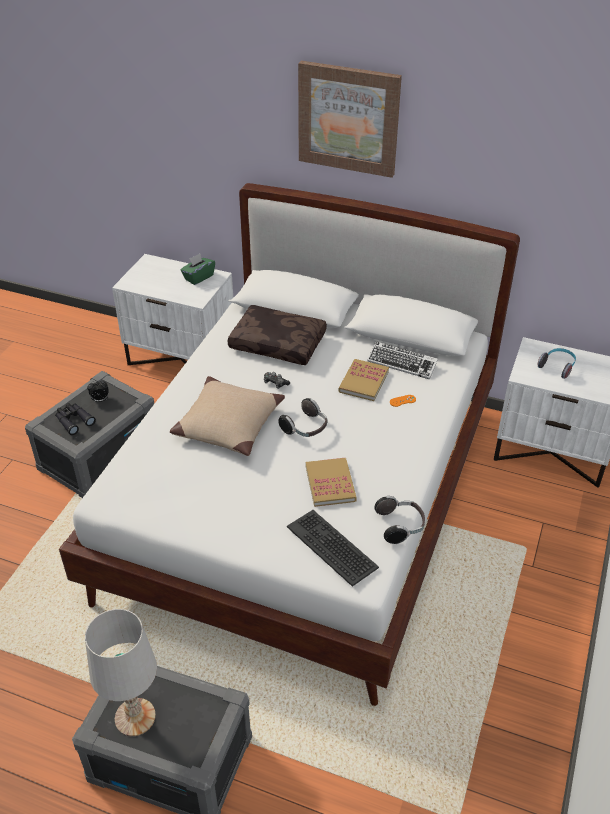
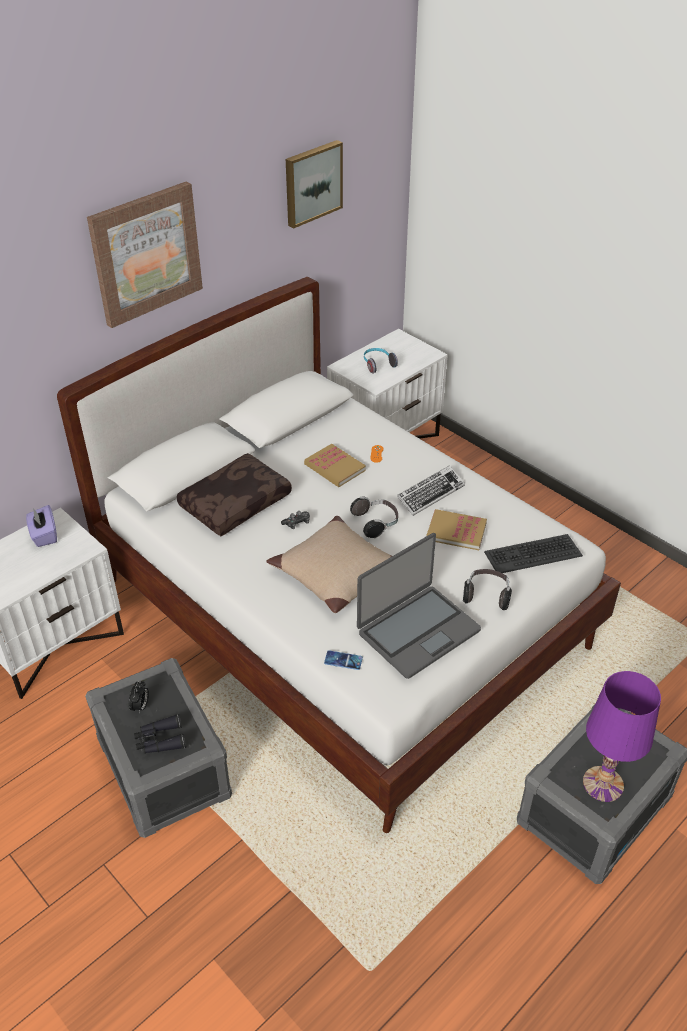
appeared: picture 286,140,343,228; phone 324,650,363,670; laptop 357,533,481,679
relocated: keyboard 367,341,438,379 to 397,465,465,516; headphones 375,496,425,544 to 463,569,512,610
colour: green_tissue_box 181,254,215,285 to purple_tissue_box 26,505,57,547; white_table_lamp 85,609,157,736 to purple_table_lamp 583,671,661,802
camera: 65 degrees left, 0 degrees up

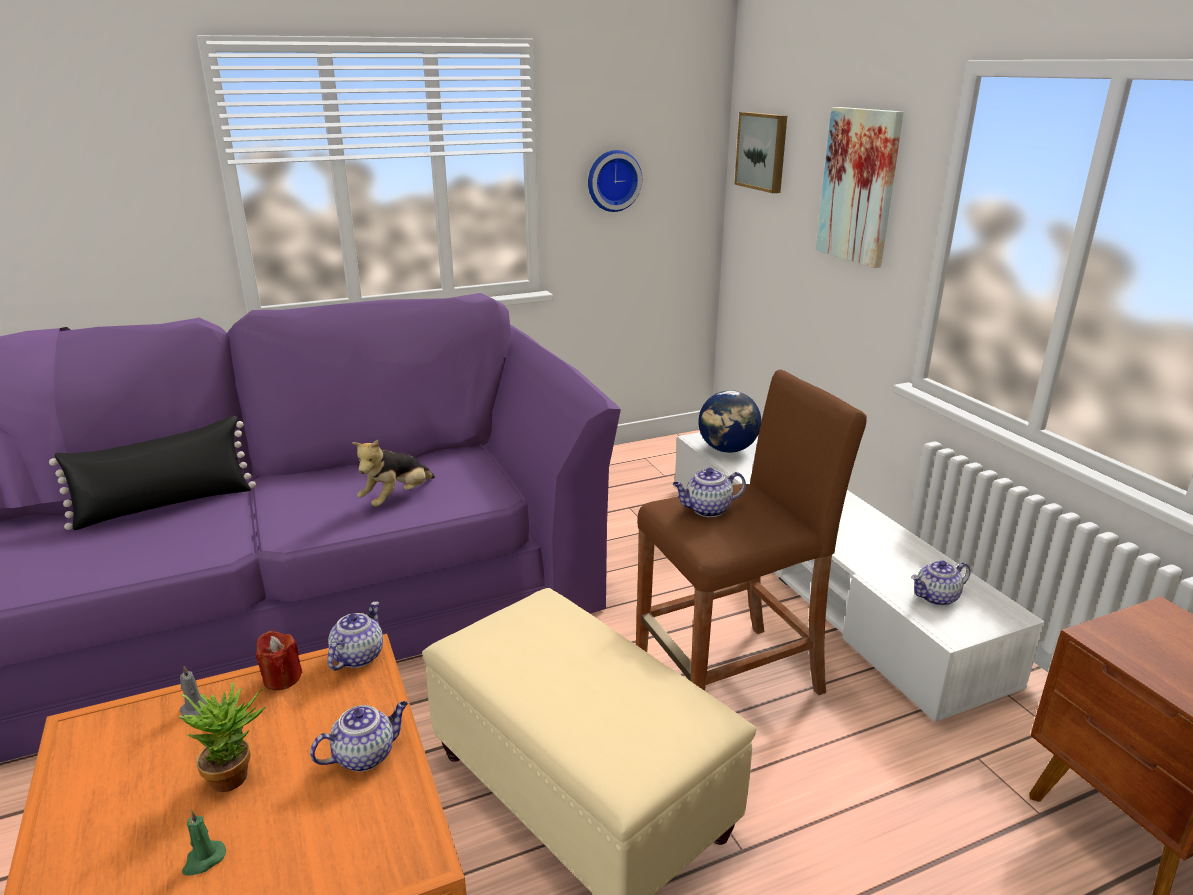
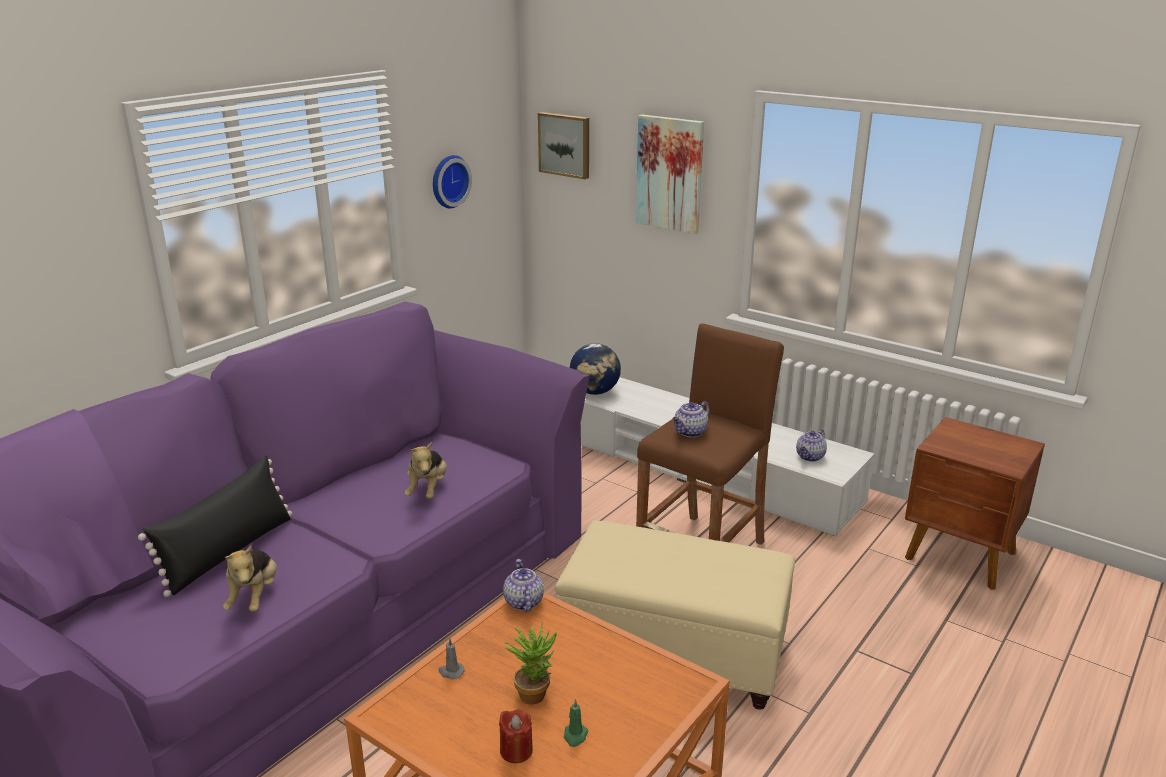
missing: teapot 310,701,408,772
appeared: plush_toy 223,545,277,612
relocated: red_candle 255,631,302,690 to 499,709,533,763
camera: 30 degrees left, 0 degrees up

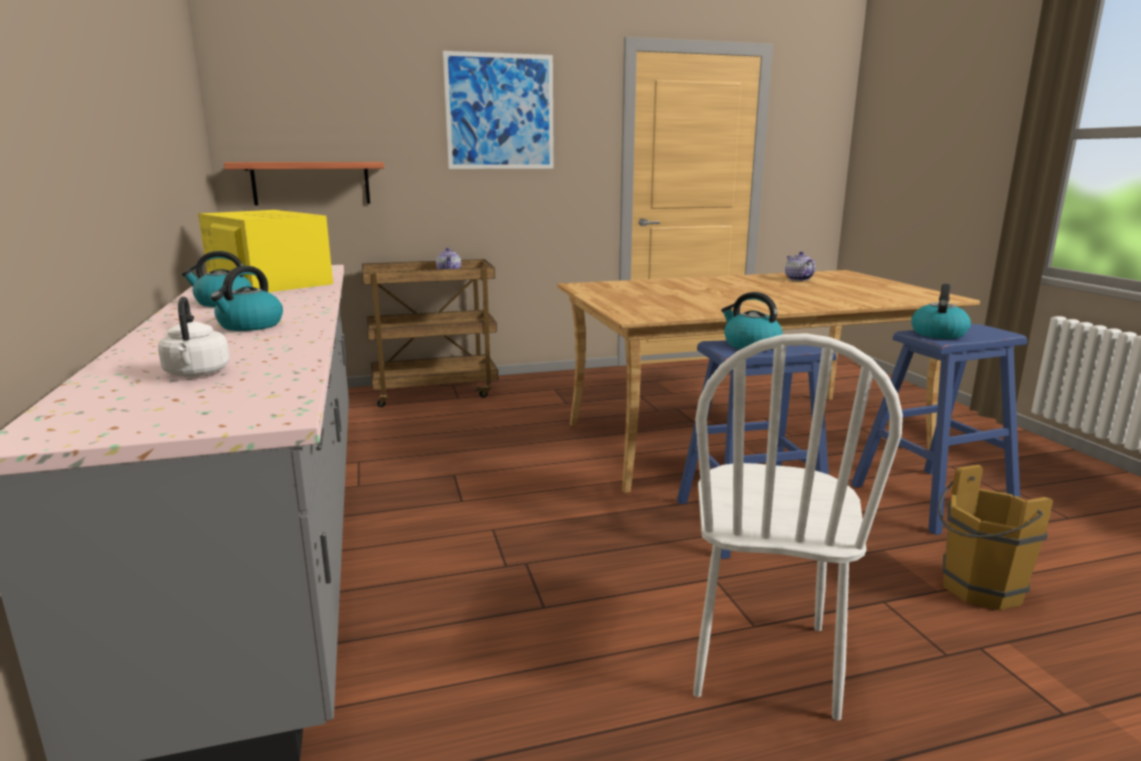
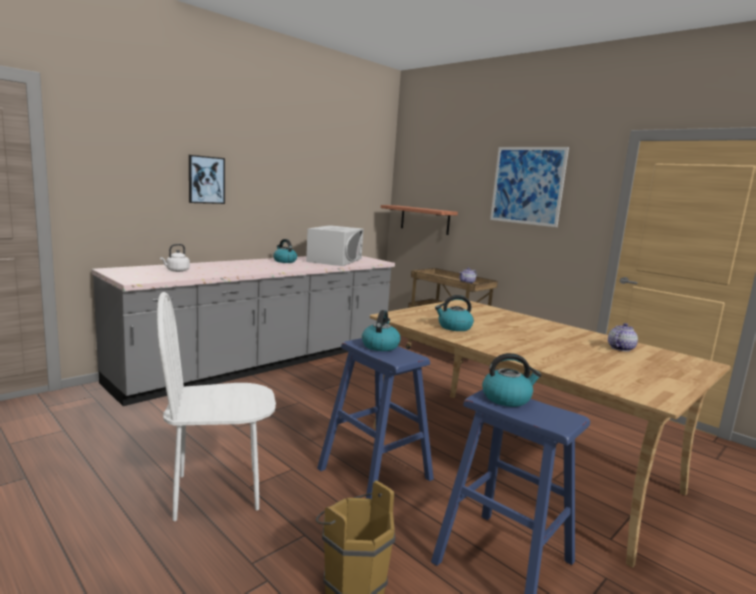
appeared: picture 189,155,225,204
relocated: kettle 210,266,283,331 to 435,295,474,331
colour: yellow_microwave 198,210,333,292 to white_microwave 306,225,364,266
camera: 60 degrees right, 5 degrees down

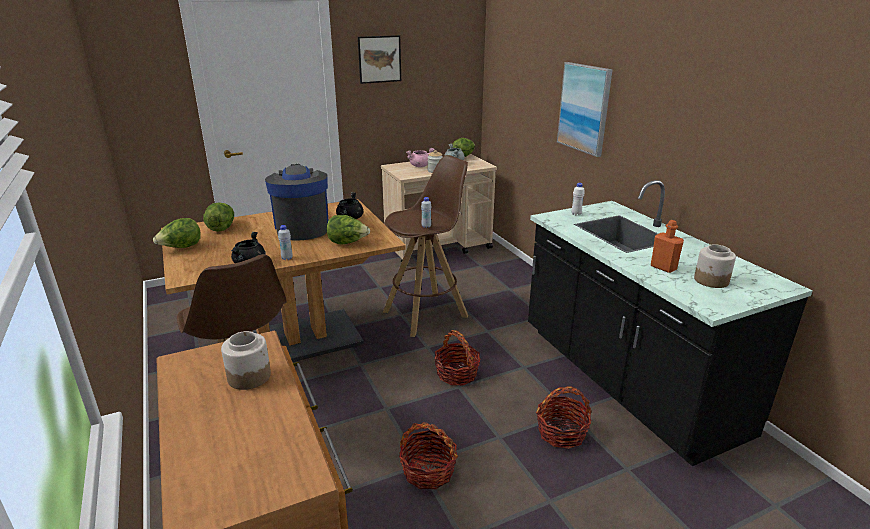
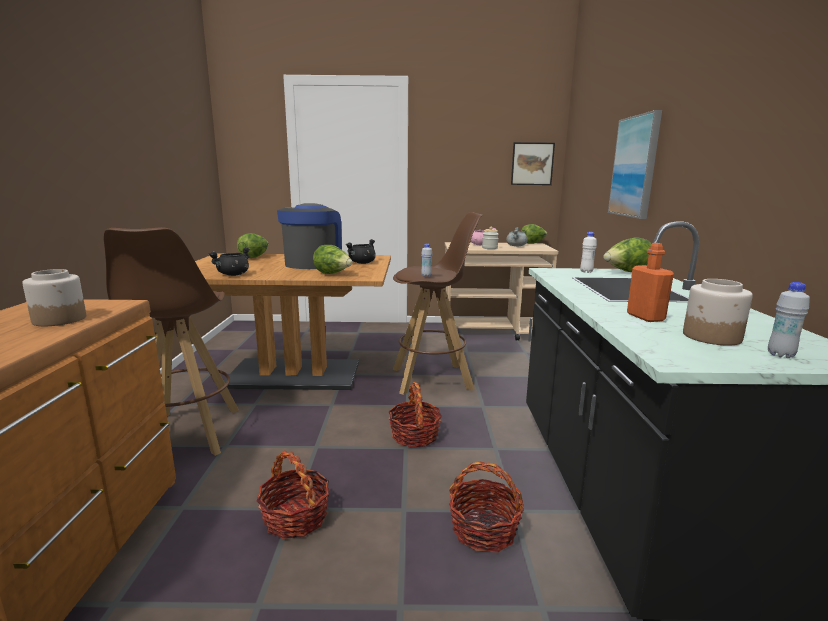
relocated: picture 358,35,401,84 to 511,142,555,185; lettuce 153,218,201,248 to 603,237,651,272; white_bottle 278,225,293,260 to 768,282,810,358
camera: 25 degrees right, 10 degrees down

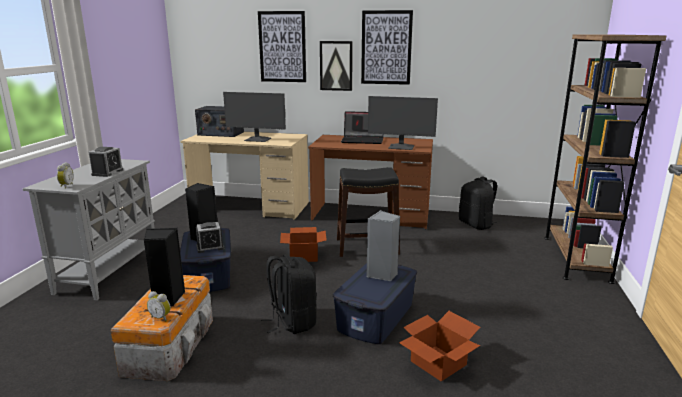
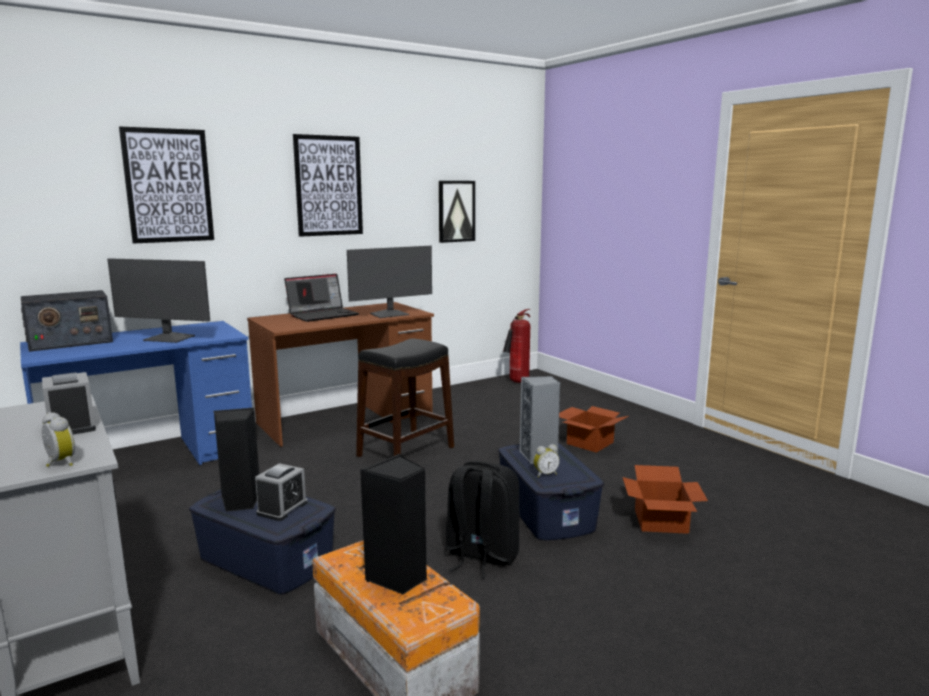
missing: black_backpack 459,176,497,230; brown_bookcase 544,35,666,284
appeared: fire_extinguisher 503,309,530,383
relocated: picture 320,41,353,91 to 439,181,475,243; alarm_clock 147,291,171,322 to 534,444,560,478; cardboard_box 280,227,327,262 to 559,406,628,453
colour: beige_desk 181,132,309,220 to blue_desk 20,321,252,465
spun: monitor 223,92,286,142 = 107,258,210,343 45 degrees clockwise
camera: 45 degrees left, 5 degrees down

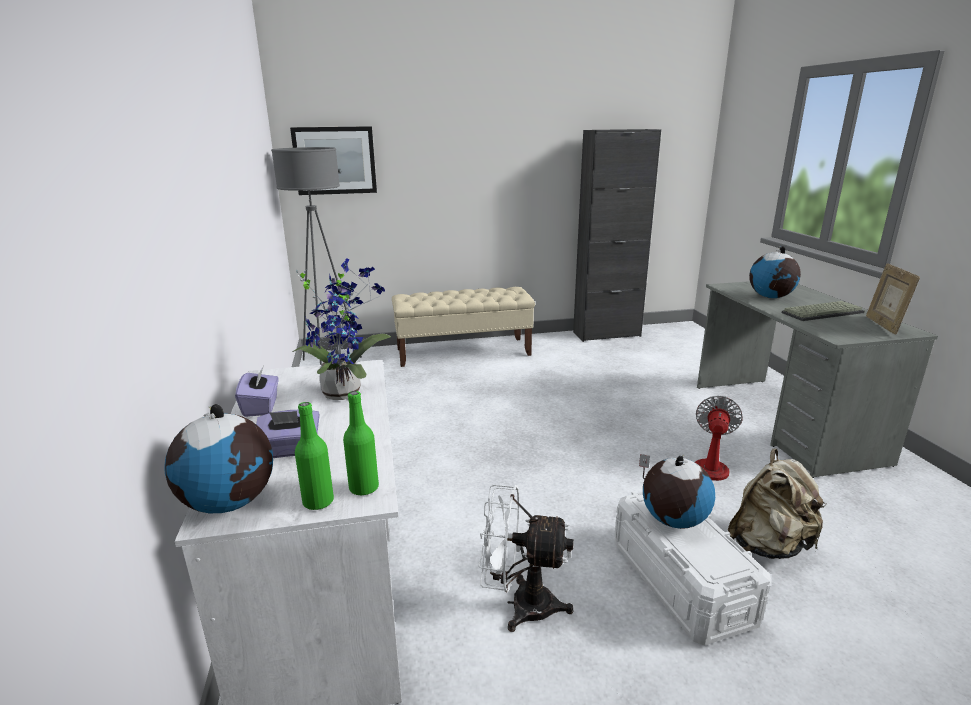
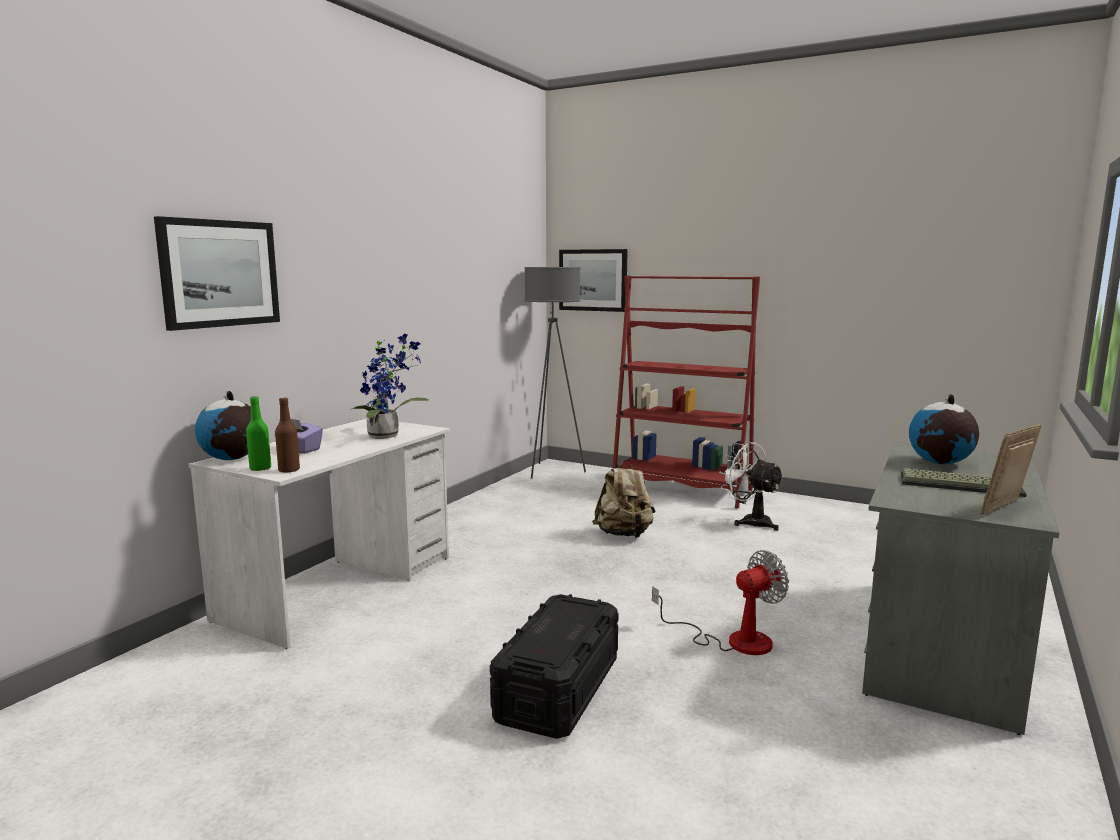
missing: purple_tissue_box 235,366,279,417; black_cabinet 573,129,661,342; globe 643,456,715,529
appeared: picture 154,216,280,331
relocated: beige_backpack 728,449,827,559 to 592,459,656,538; white_fan 478,485,574,632 to 719,441,784,531
exchanged: beige_bench 392,287,535,367 to red_bookcase 613,275,760,509
colour: green_bottle 343,391,379,496 to brown_bottle 275,397,300,473; white_storage_box 614,492,771,646 to black_storage_box 490,594,619,739
camera: 40 degrees right, 10 degrees down

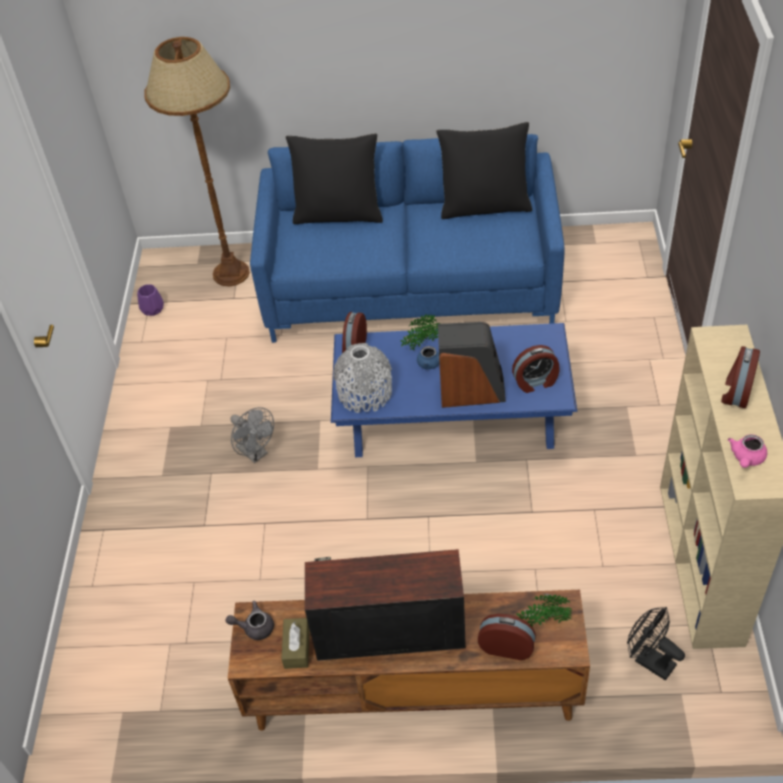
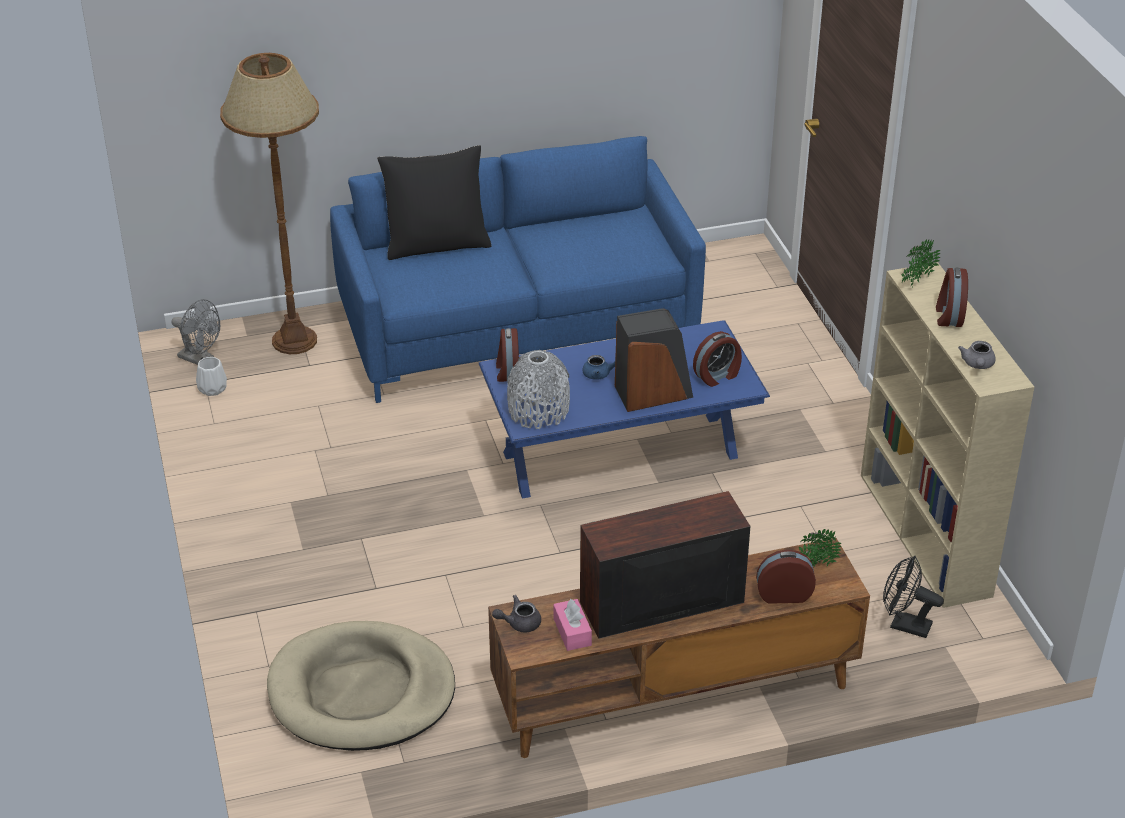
missing: black_pillow 436,122,532,219
appeared: beige_dog_bed 267,621,455,751
relocated: grey_fan 230,407,274,463 to 171,299,220,365; potted_plant 400,314,441,351 to 901,239,941,288
colour: purple_vase 137,284,164,316 to white_vase 196,357,227,396; brown_tissue_box 281,618,309,669 to pink_tissue_box 553,598,592,651; pink_teapot 728,434,767,468 to grey_teapot 958,341,996,369
camera: 20 degrees left, 10 degrees down

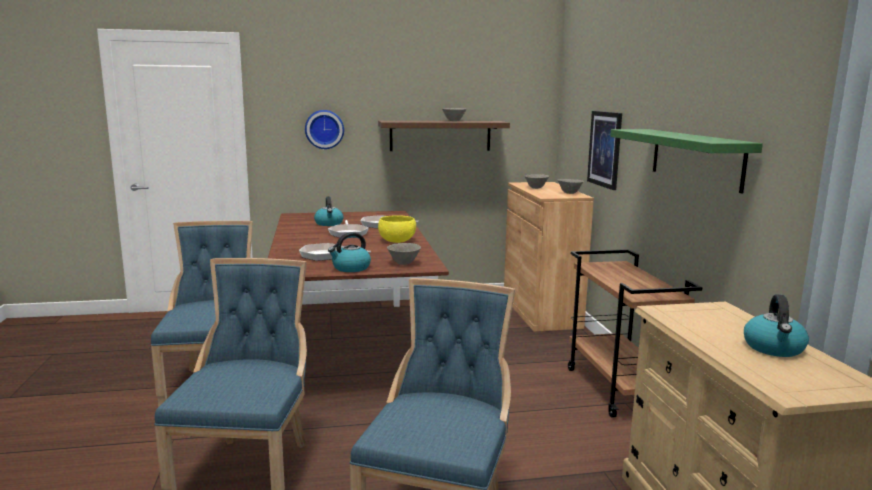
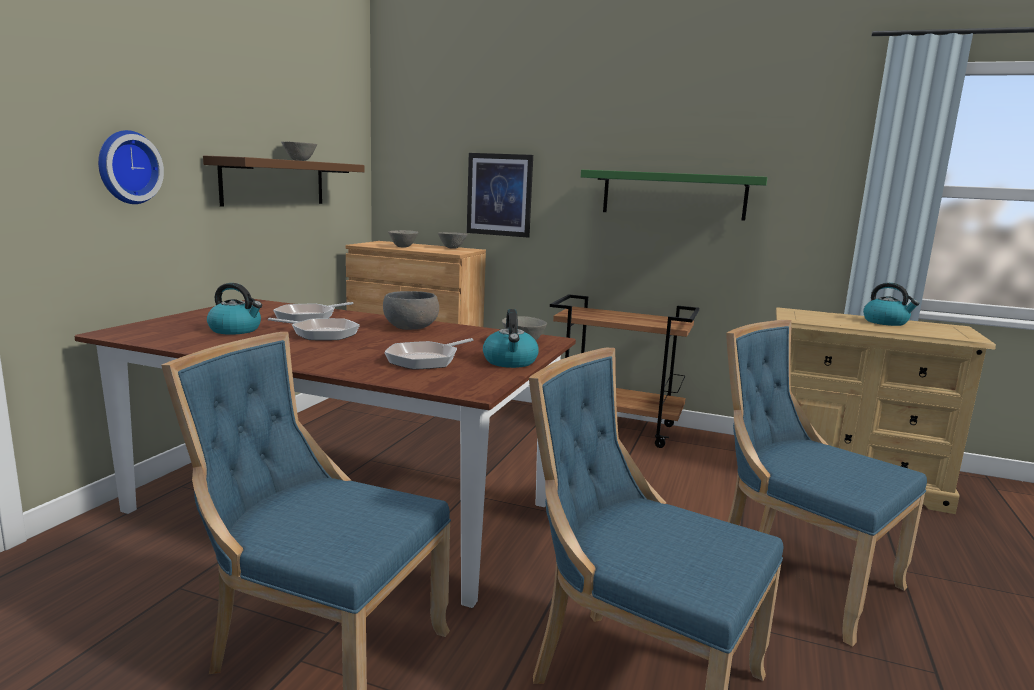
colour: yellow_bowl 378,215,416,243 to grey_bowl 383,291,439,330
camera: 60 degrees left, 0 degrees up

